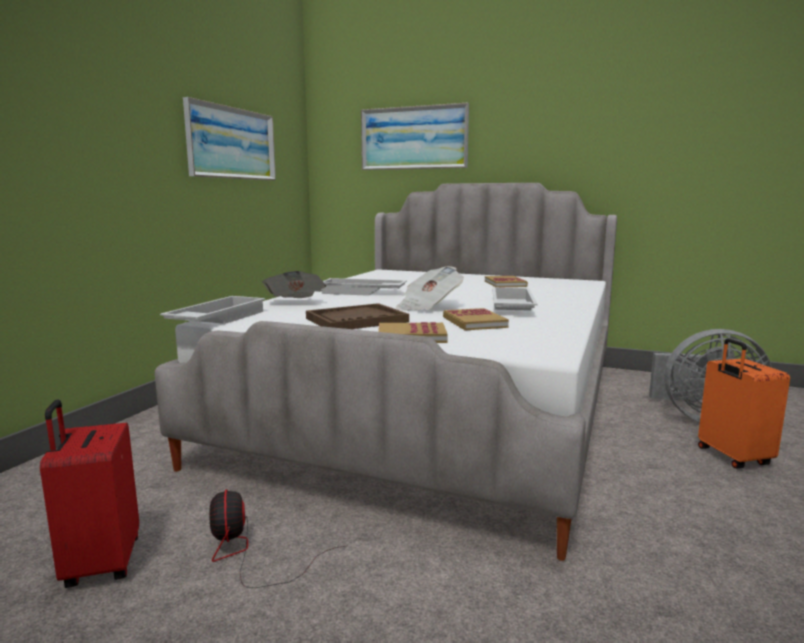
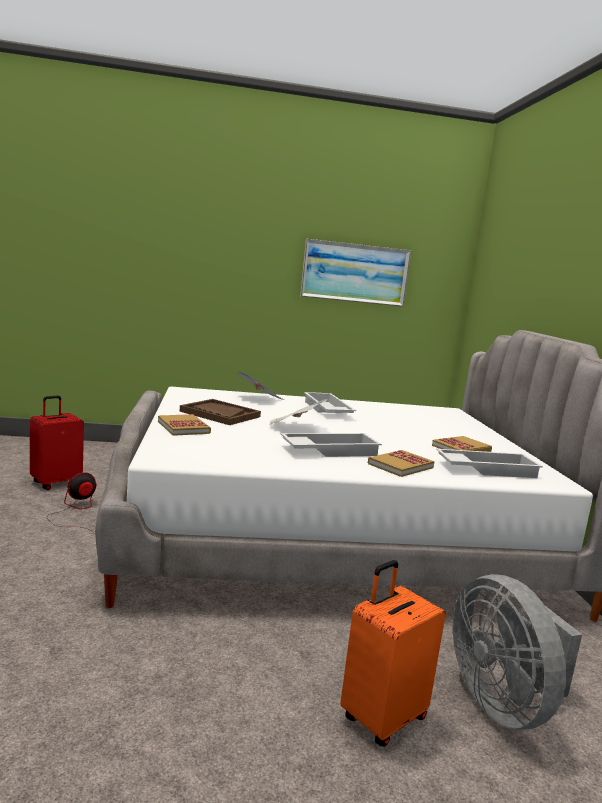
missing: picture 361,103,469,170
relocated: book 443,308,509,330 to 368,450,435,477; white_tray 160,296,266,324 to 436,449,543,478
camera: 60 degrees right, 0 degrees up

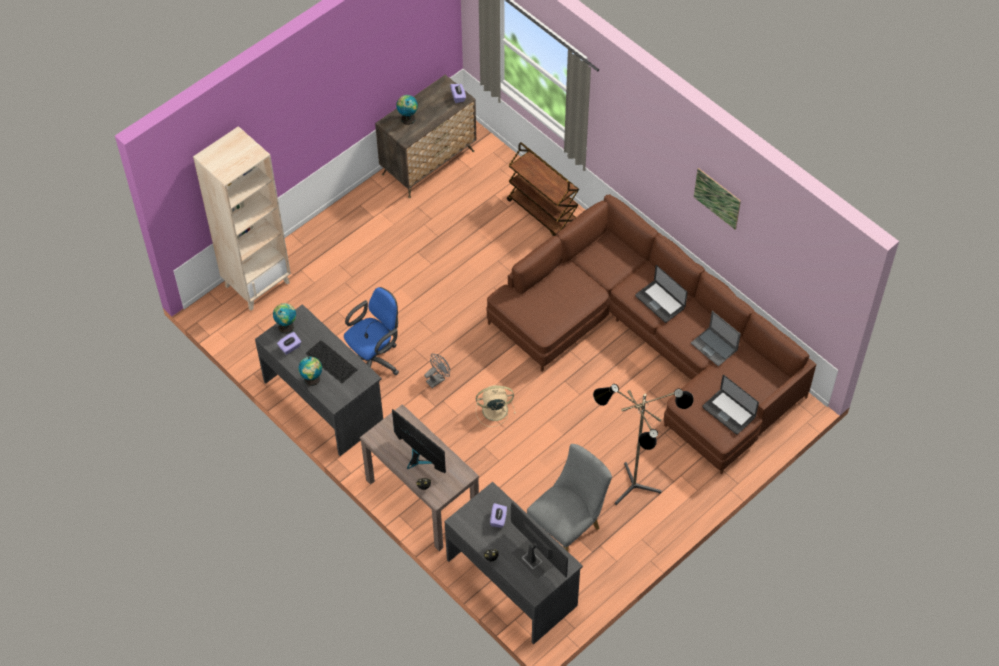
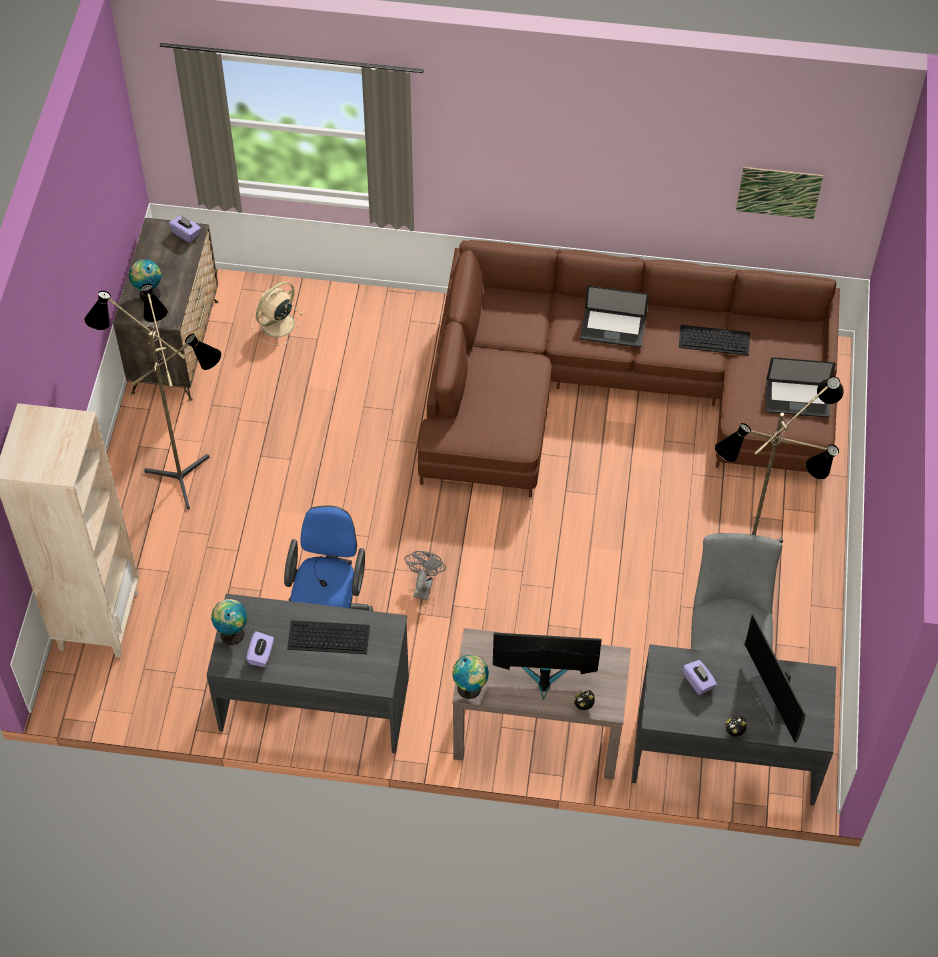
missing: brown_cart 507,142,579,236
appeared: floor_lamp 84,284,222,509
relocated: beige_fan 476,385,516,427 to 252,282,303,345; globe 299,357,322,386 to 452,655,489,699; picture 694,168,741,230 to 736,167,823,219
exchanged: laptop 691,311,741,366 to keyboard 679,325,750,356
spun: monitor 511,502,568,579 = 744,614,806,743 120 degrees counterclockwise
camera: 40 degrees left, 0 degrees up

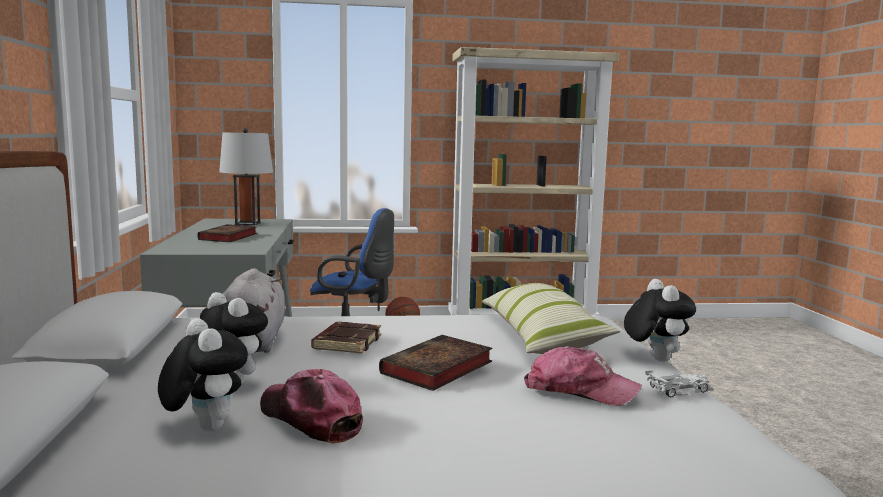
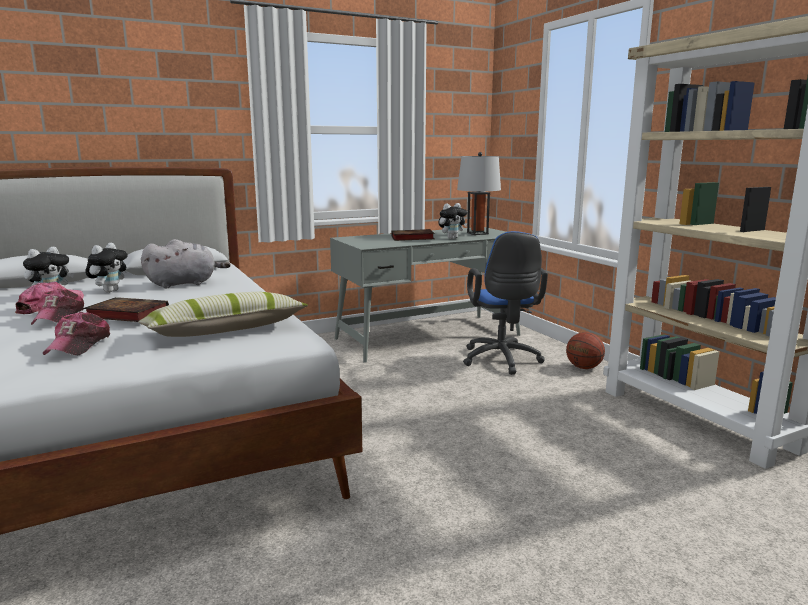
missing: brown_book 311,322,381,354; white_toy_car 645,371,713,397
appeared: cap 31,288,84,325
relocated: plush_toy 624,279,696,362 to 438,203,467,239
camera: 70 degrees right, 5 degrees up

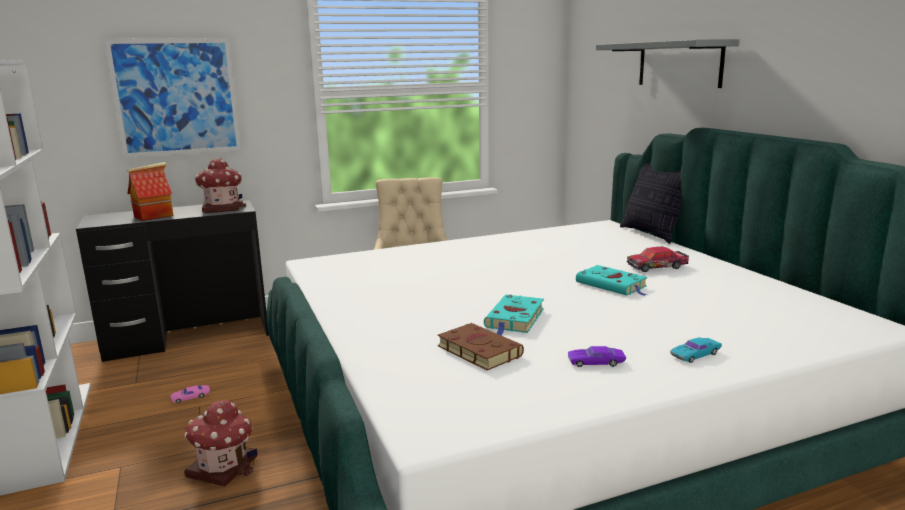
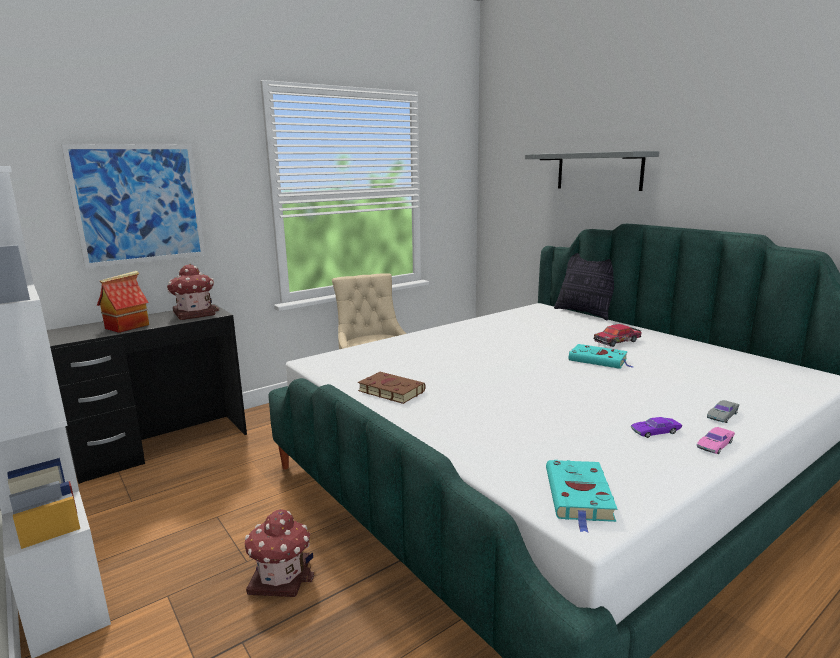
relocated: brown_book 437,323,524,370 to 358,372,426,404; turquoise_book 484,294,544,336 to 546,460,617,533; pink_toy_car 171,385,210,403 to 697,427,735,454
colour: turquoise_toy_car 670,337,722,363 to grey_toy_car 707,400,739,423
camera: 15 degrees left, 0 degrees up

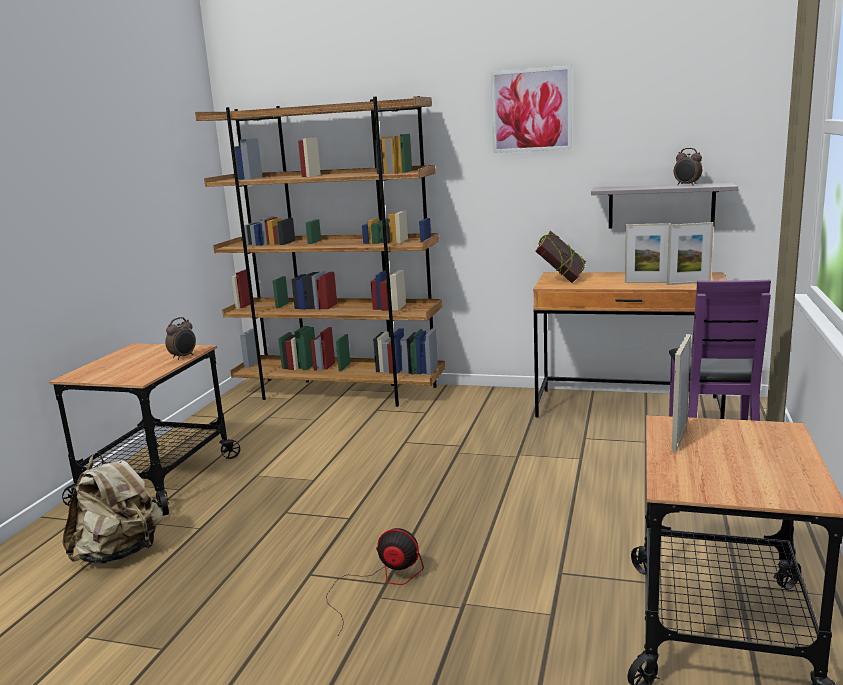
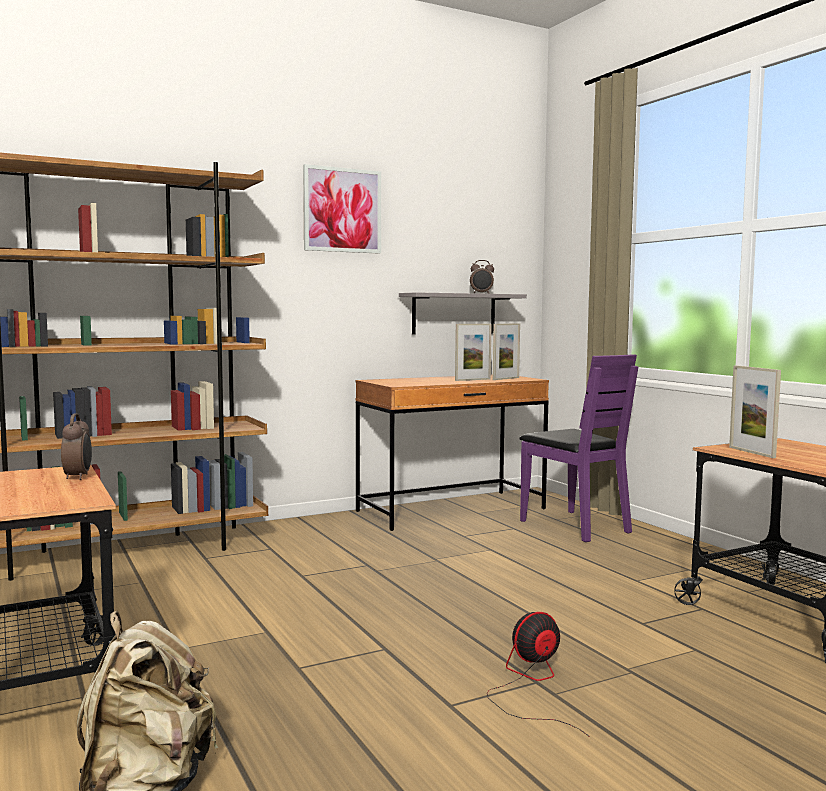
missing: book 535,230,586,283
camera: 45 degrees left, 10 degrees down

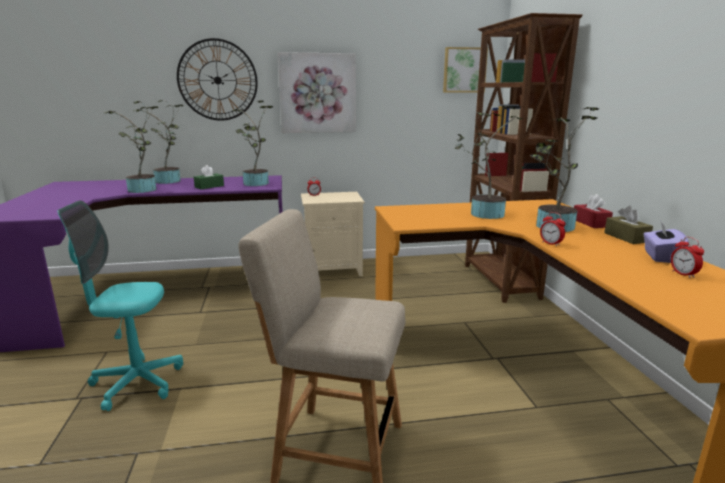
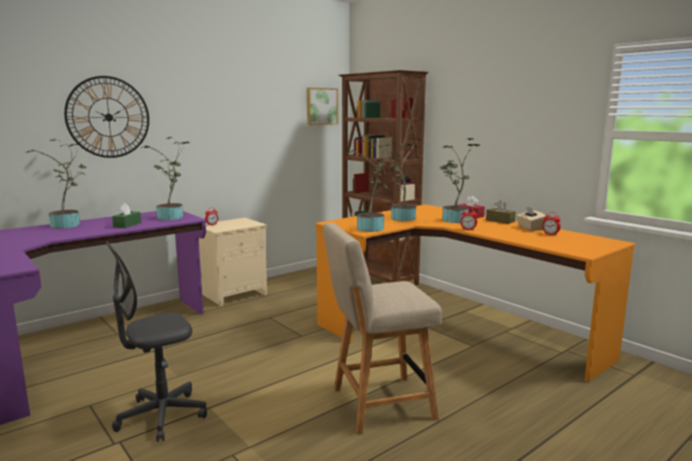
missing: picture 278,52,356,133
relocated: potted_plant 104,101,158,193 to 346,140,401,232
colour: turquoise_office_chair 57,200,183,411 to grey_office_chair 106,241,207,442; purple_tissue_box 643,220,689,263 to beige_tissue_box 516,206,546,231
camera: 30 degrees left, 5 degrees down

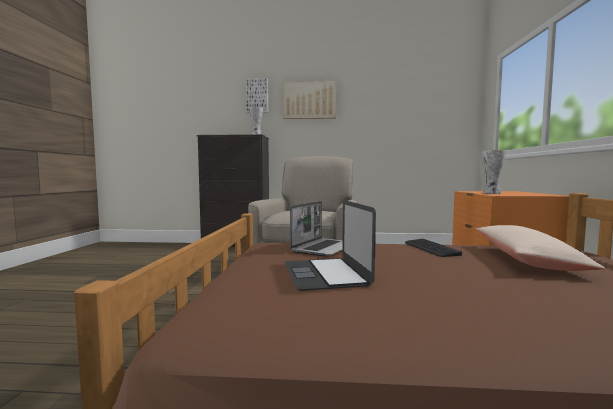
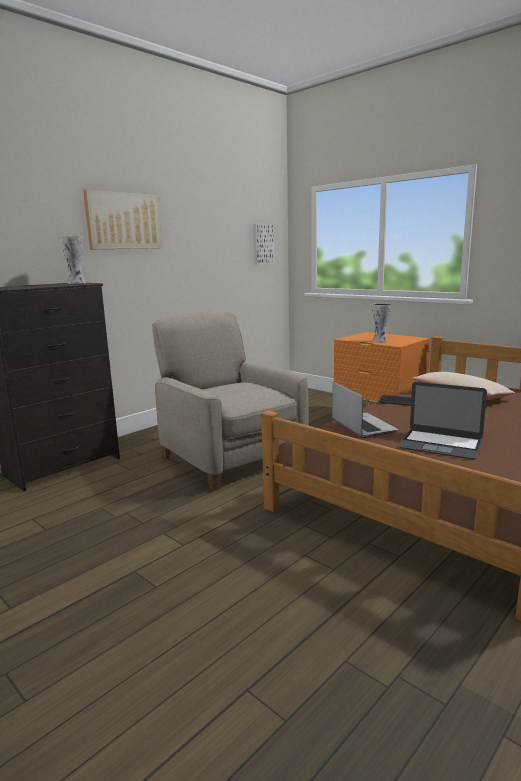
relocated: picture 246,78,268,113 to 253,224,274,265
camera: 50 degrees left, 10 degrees up

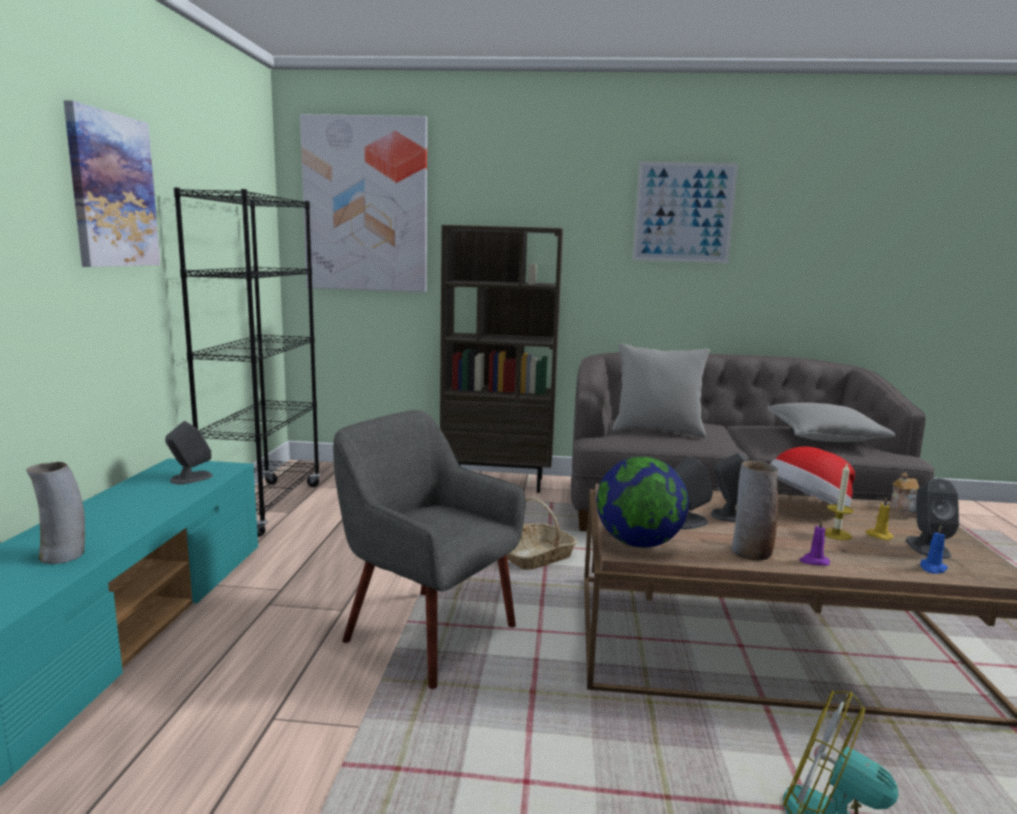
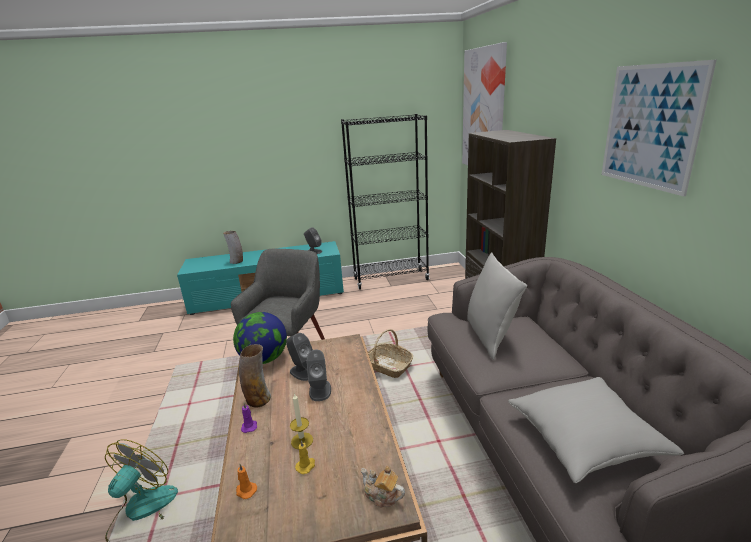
missing: picture 63,100,160,267; hat 770,446,855,507; grey_speaker 906,478,959,559
colour: blue_candle 920,525,948,574 to orange_candle 236,464,257,499
spun: teapot 890,472,919,517 = 361,466,405,508 45 degrees clockwise
camera: 75 degrees right, 10 degrees up

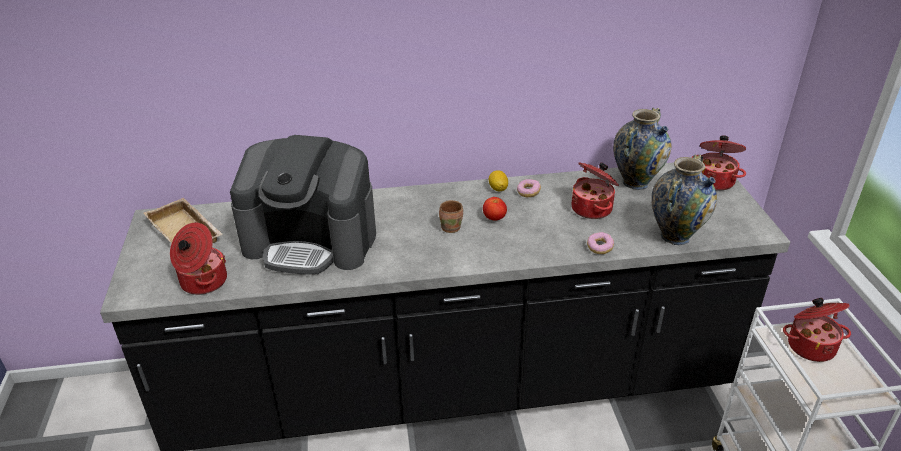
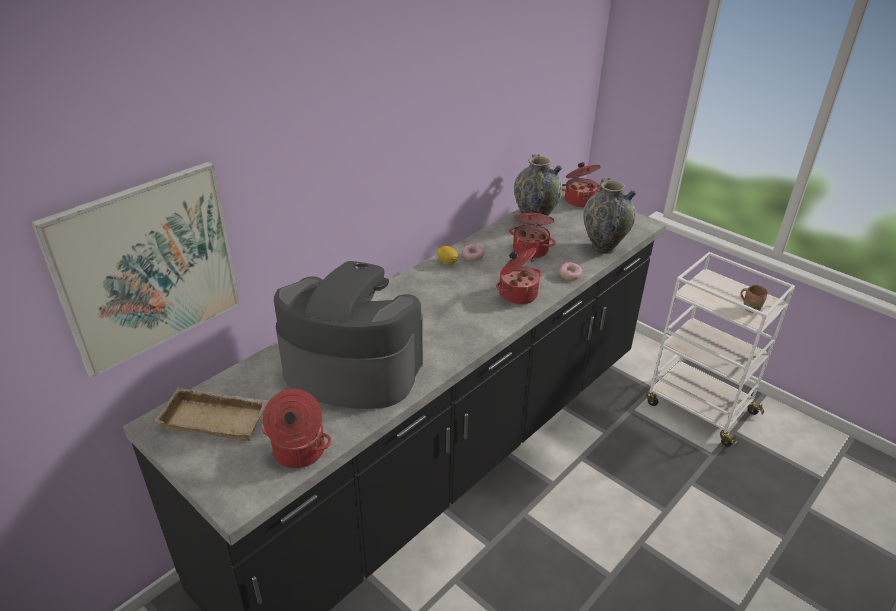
missing: tomato 483,197,507,221
appeared: picture 31,162,240,378
relocated: cooking_pot 783,298,851,362 to 496,248,542,304; brown_mug 439,200,463,233 to 740,285,768,313
spun: coffee_machine 230,135,376,275 = 274,261,423,409 135 degrees counterclockwise
camera: 40 degrees left, 0 degrees up

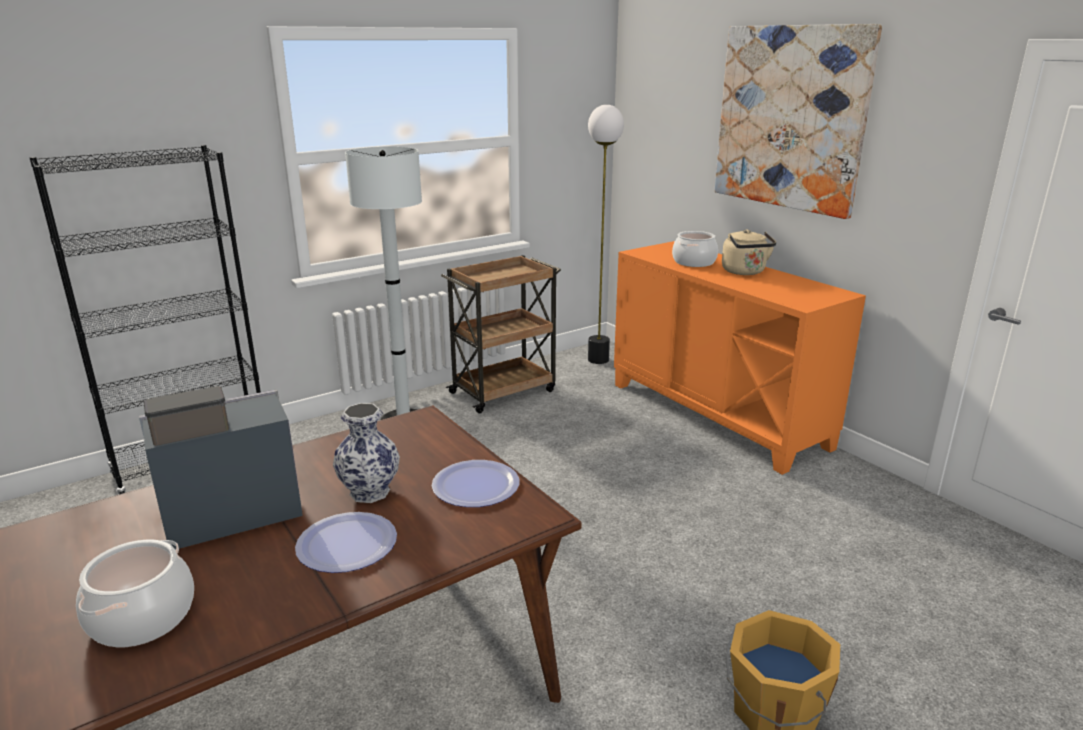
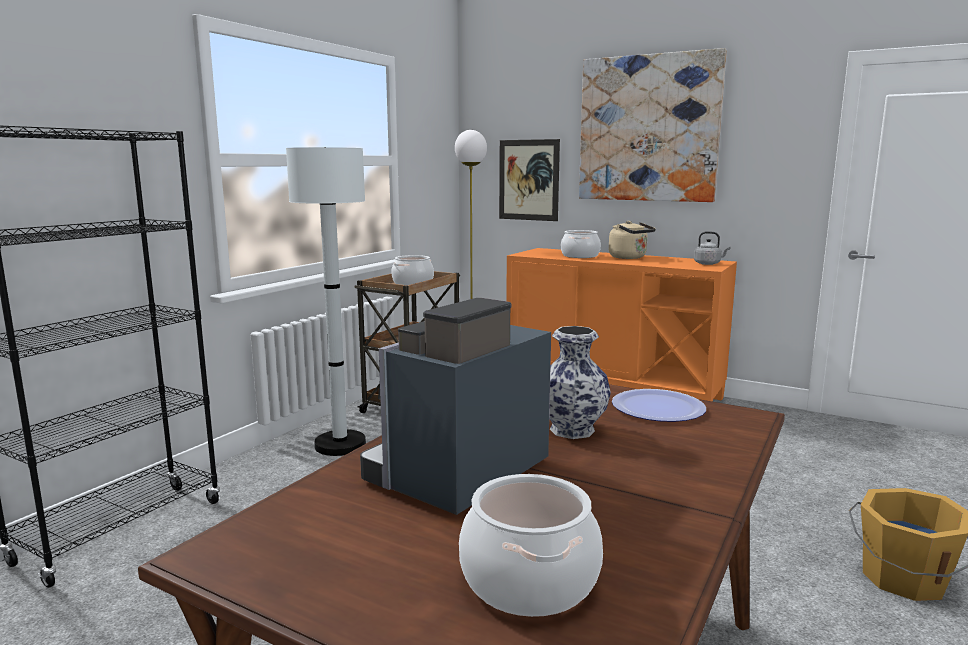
missing: plate 295,512,397,573
appeared: cooking_pot 391,255,434,285; picture 499,139,560,221; grey_kettle 694,231,730,265
camera: 25 degrees left, 10 degrees down

